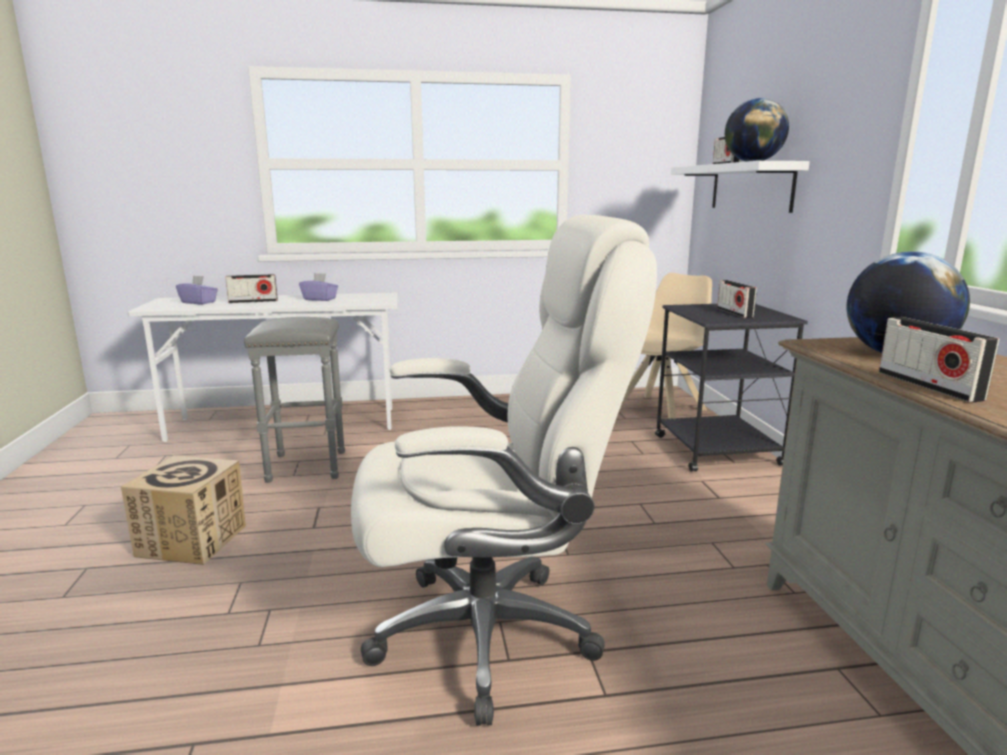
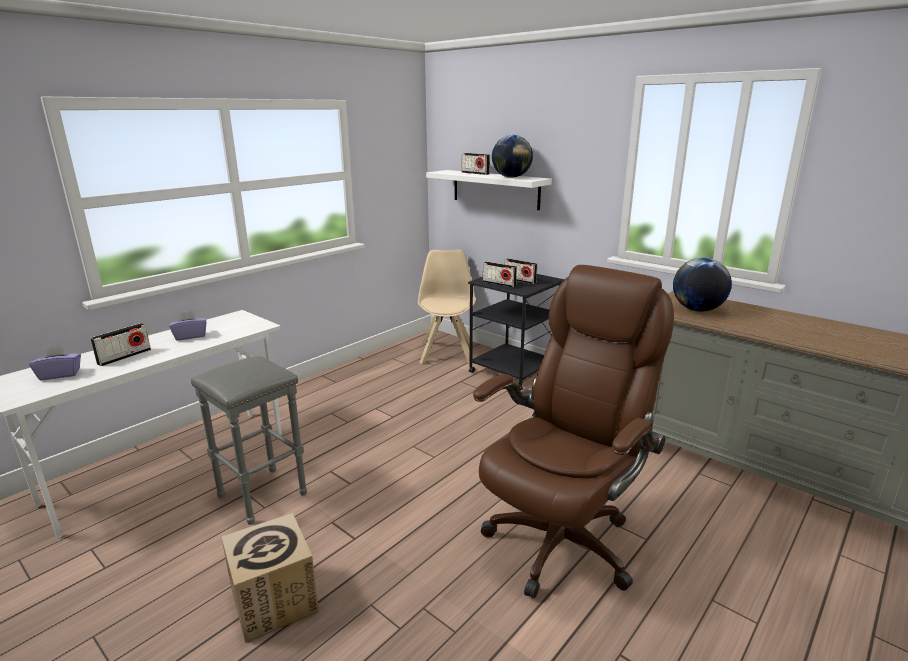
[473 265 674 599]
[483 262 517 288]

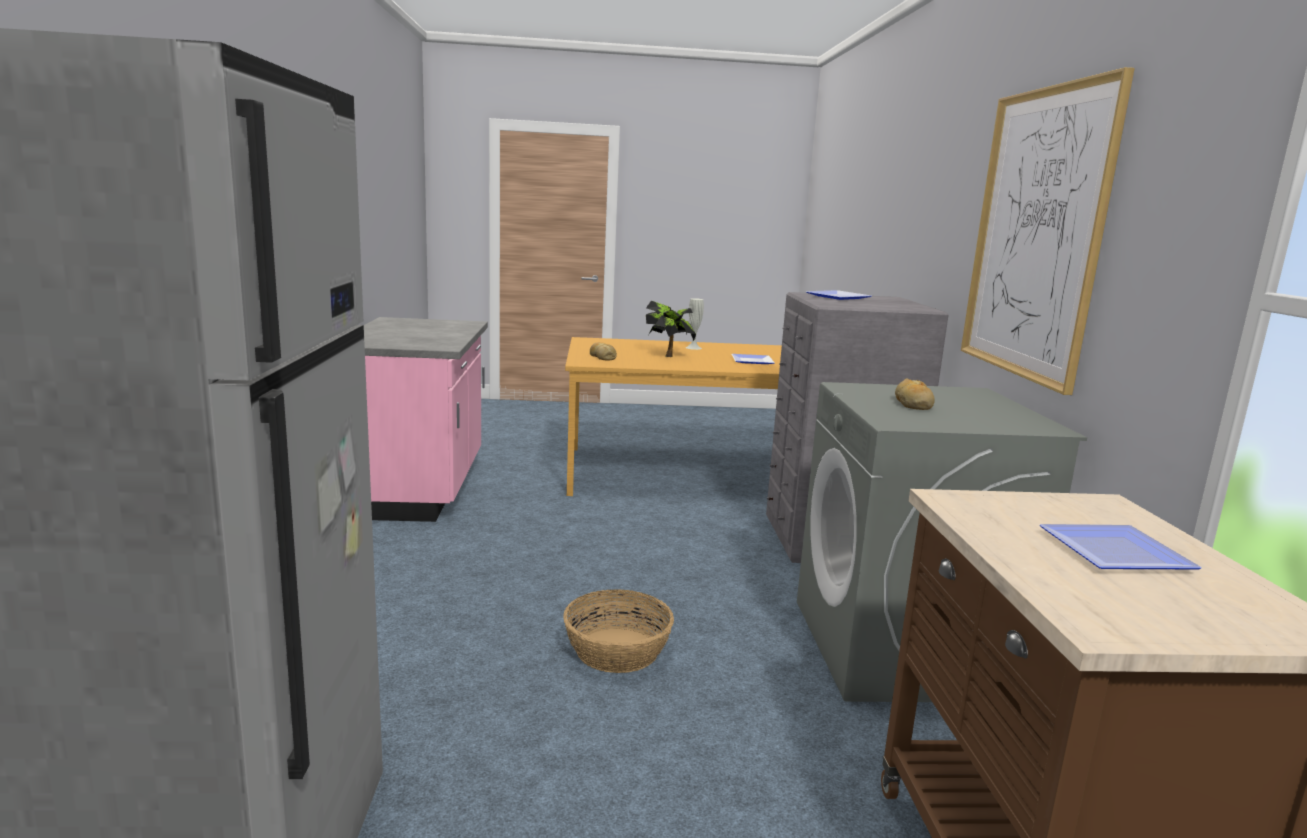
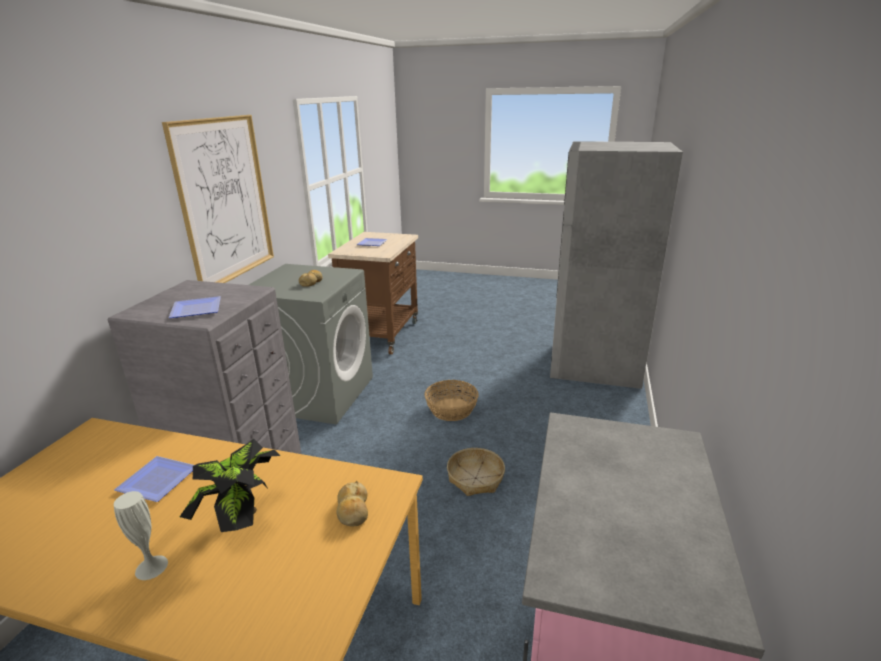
[447 448 505 496]

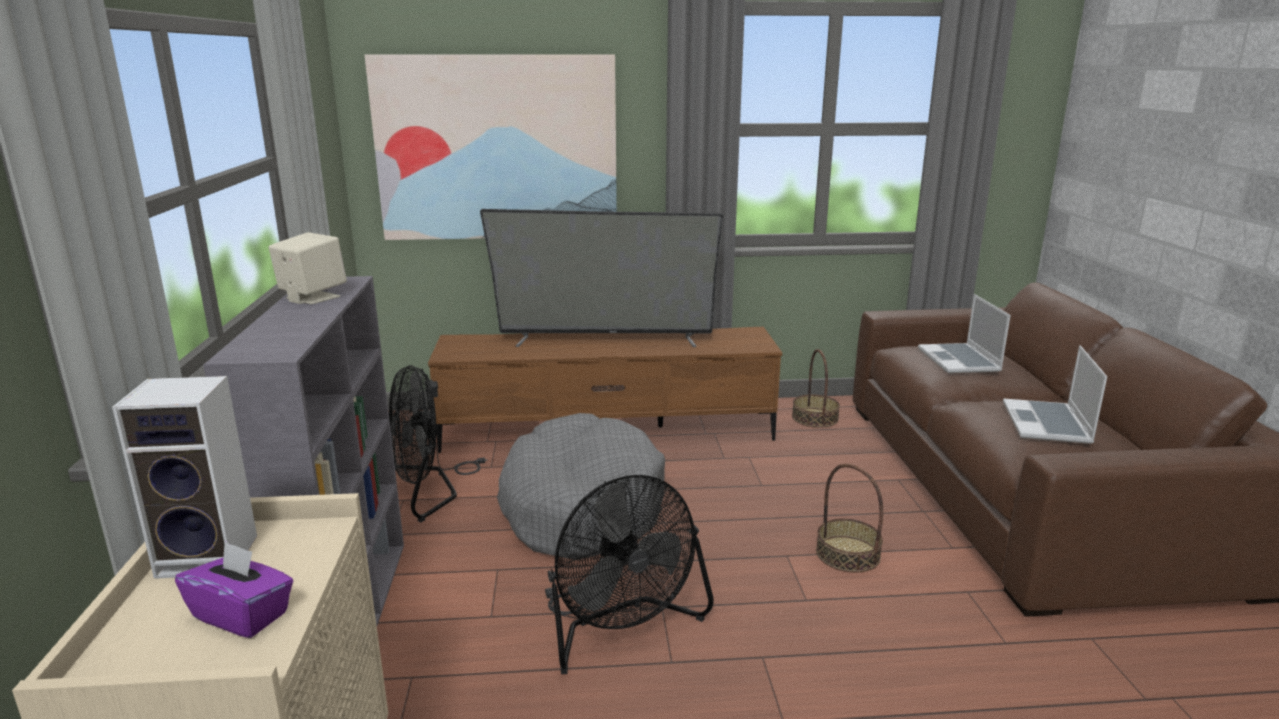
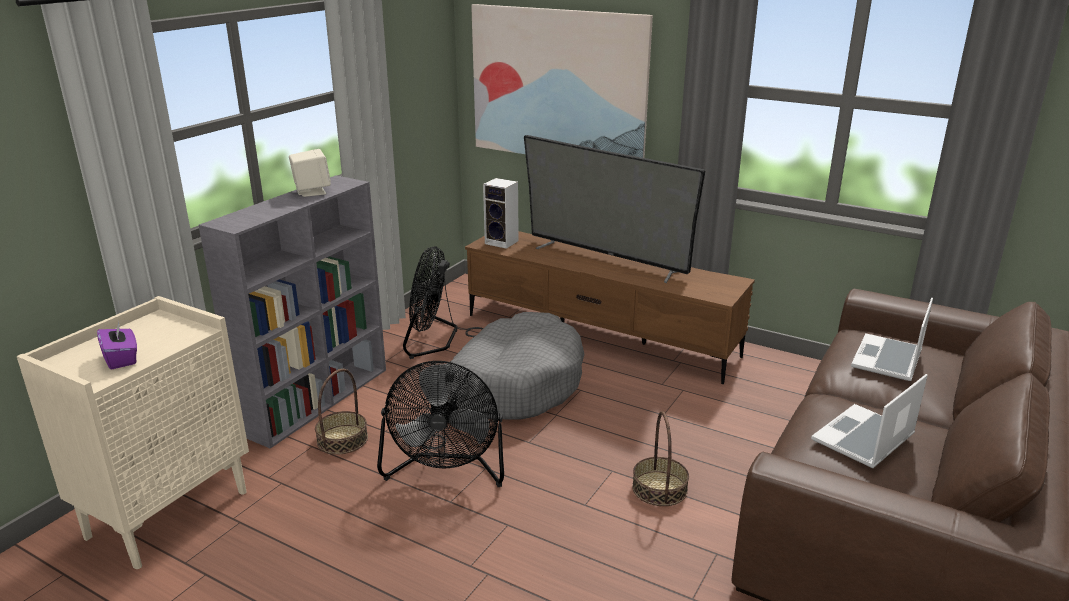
[315 369 368 455]
[483 178 519 249]

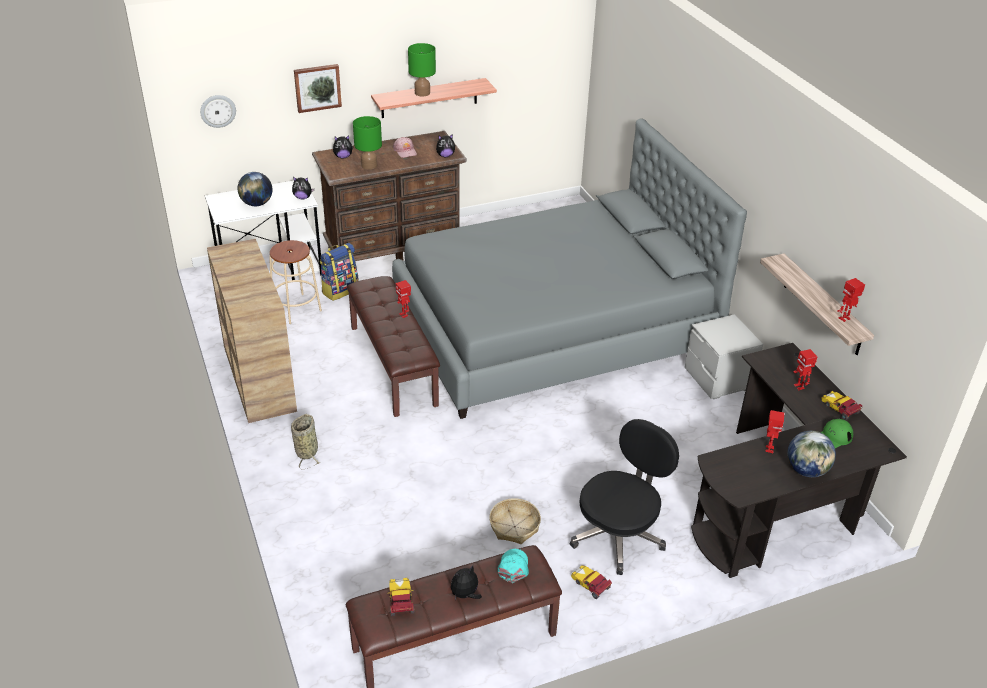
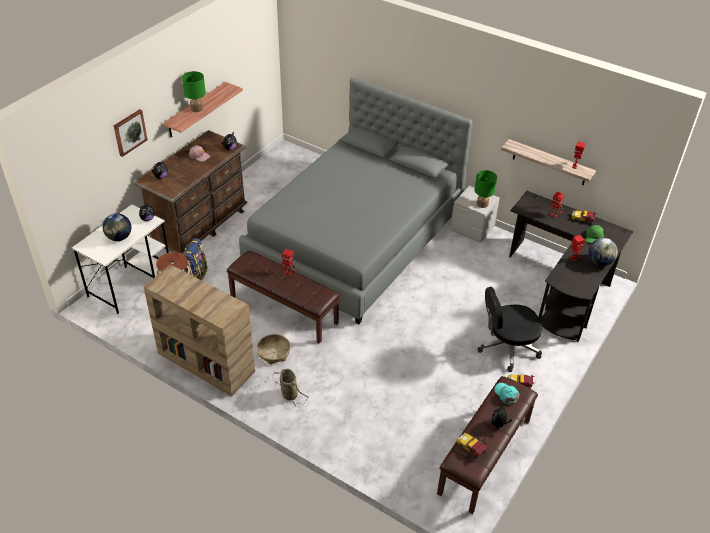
[257 334 291 364]
[474 170 497 208]
[478 287 542 372]
[200 95 236 128] (first image)

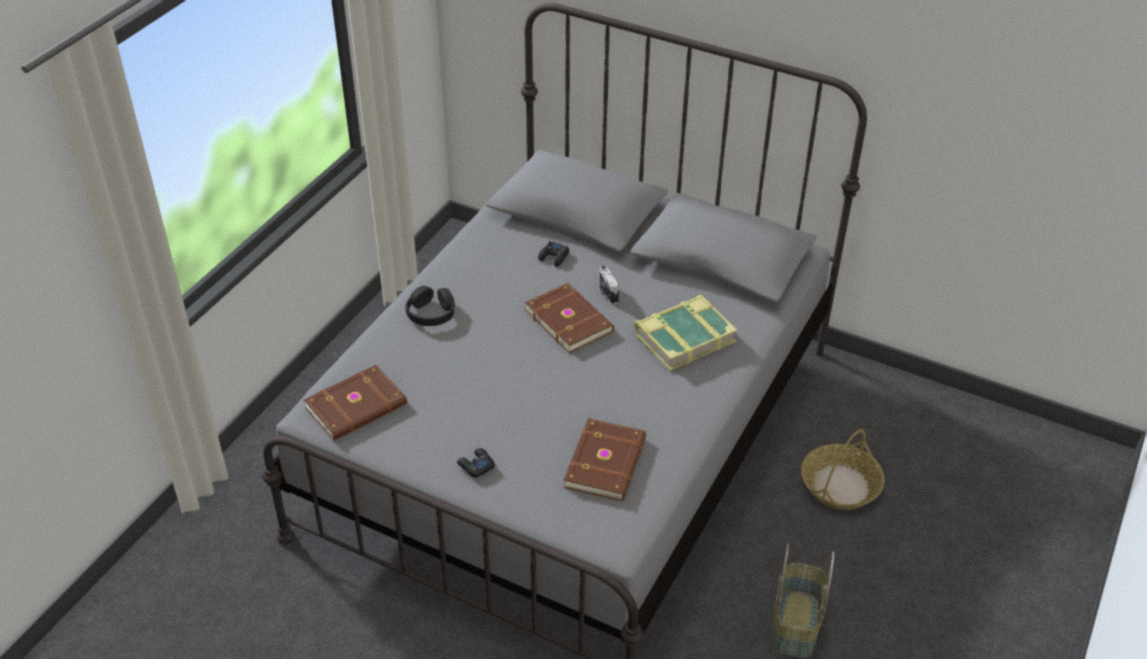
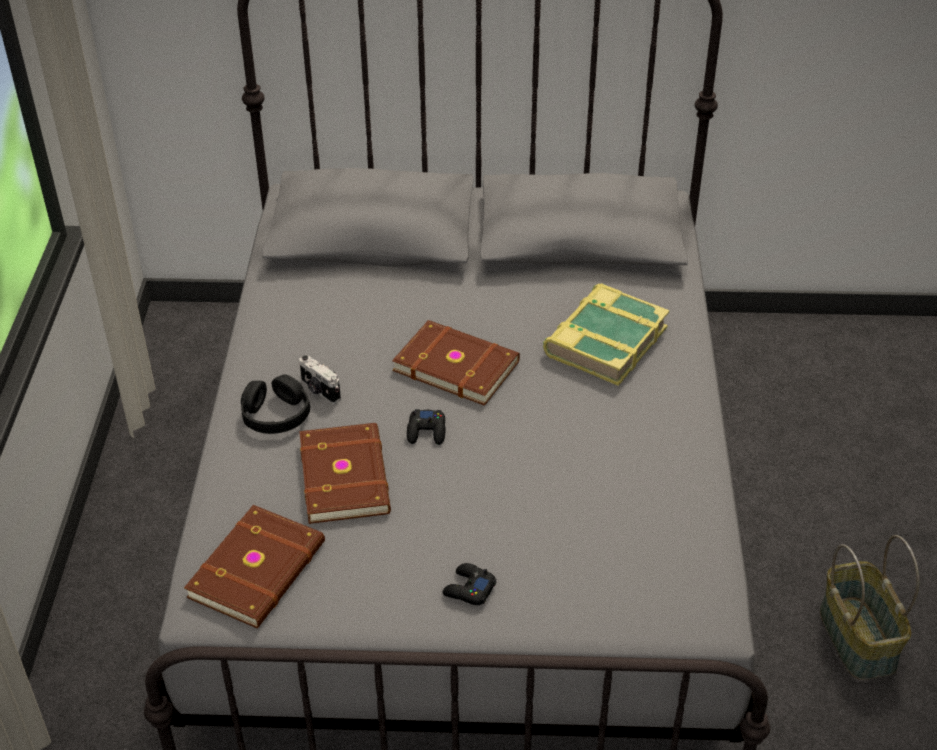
[299 355 341 404]
[299 423 391 524]
[407 409 446 445]
[801 429 885 510] (first image)

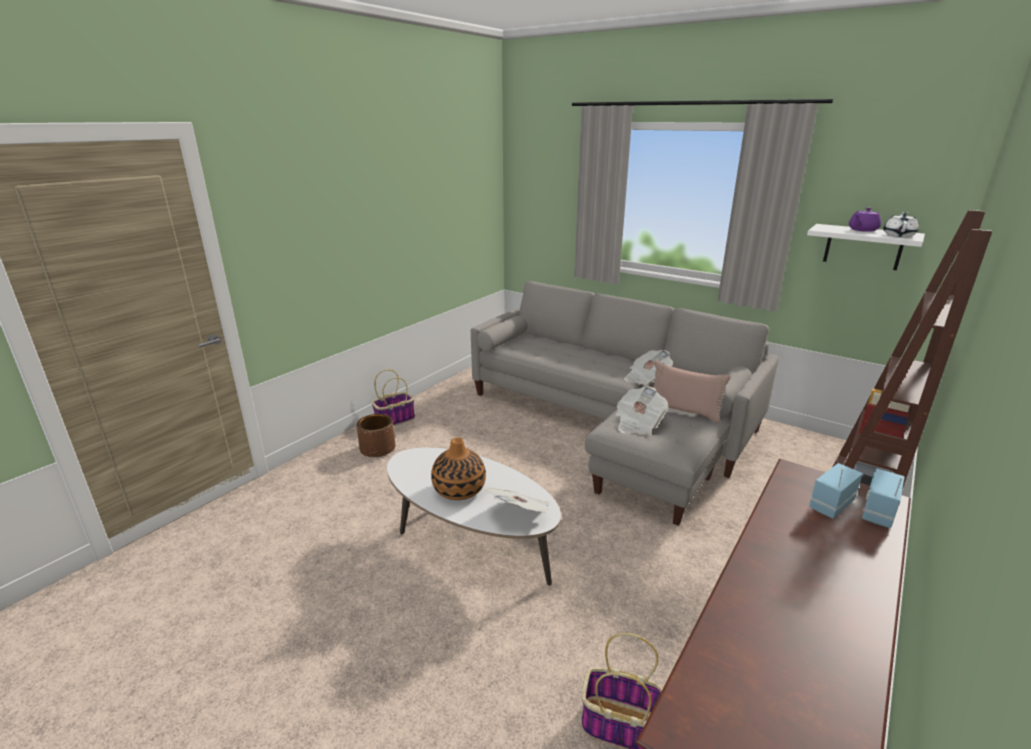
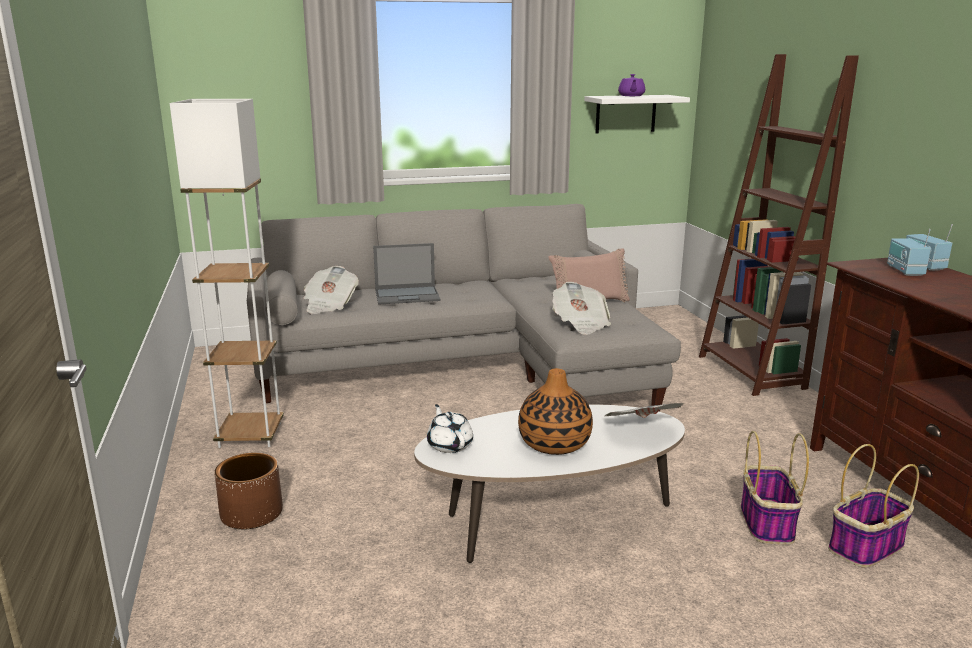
[170 99 284 448]
[304 266 359 314]
[373 243 441 305]
[427 404 473 453]
[741 431 809 545]

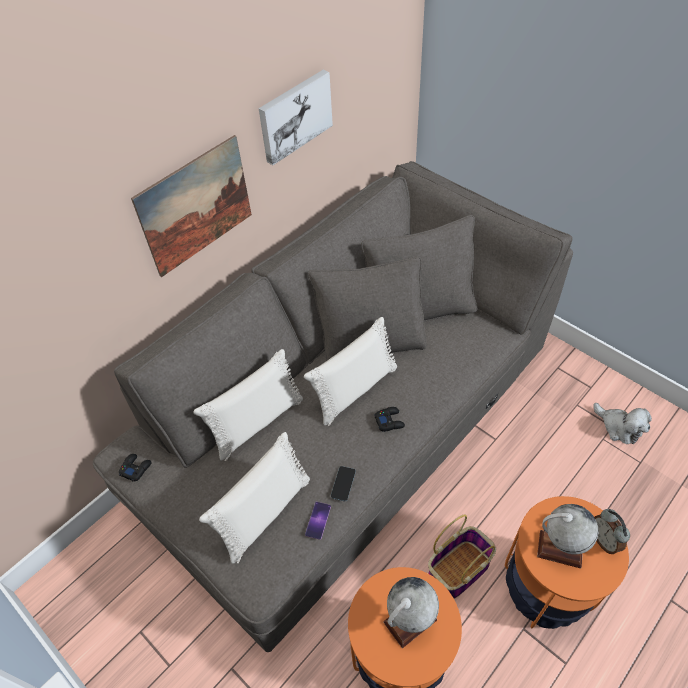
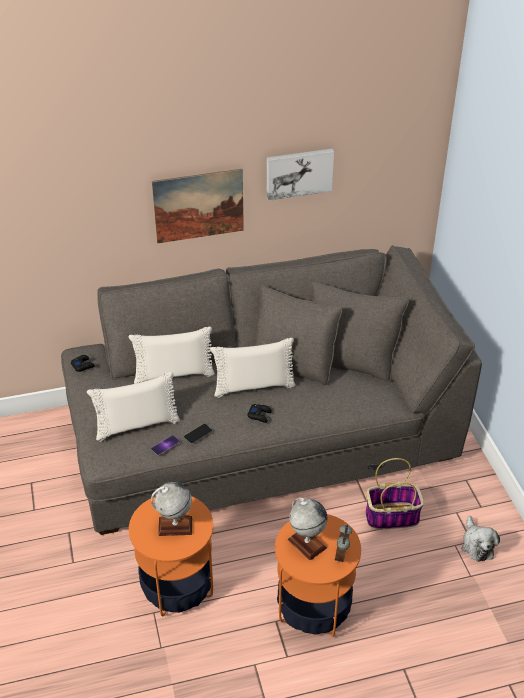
[365 458 424 529]

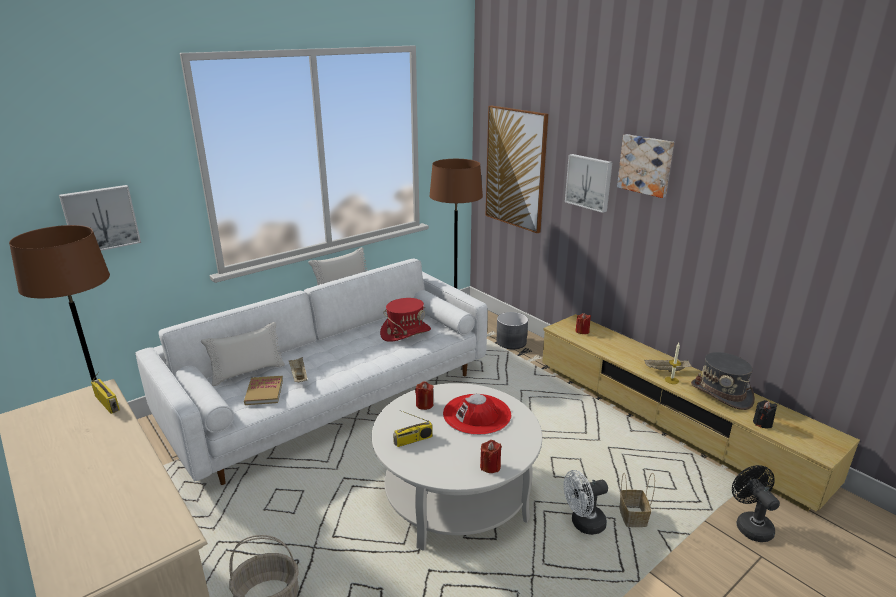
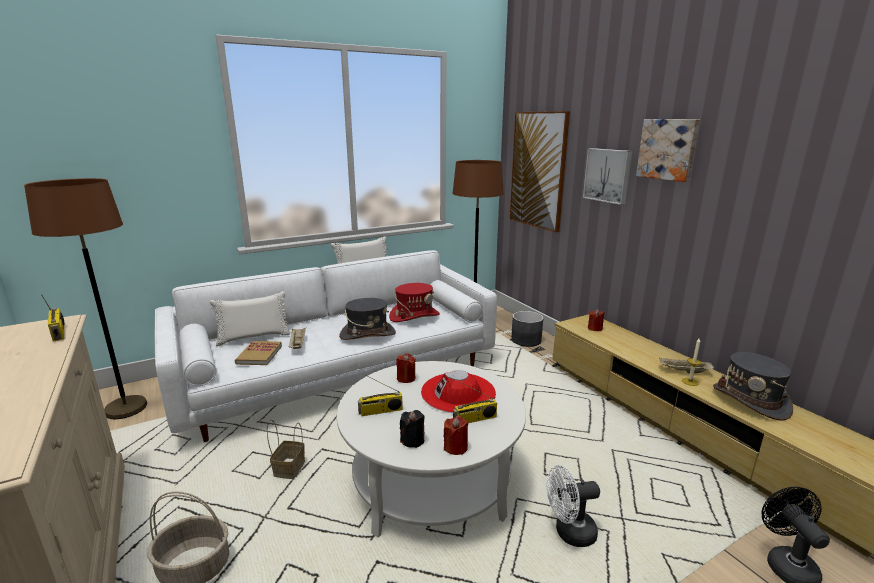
[267 419 305 479]
[339 298 396 340]
[400 410 425 448]
[453 383 497 423]
[59 185 141 251] (first image)

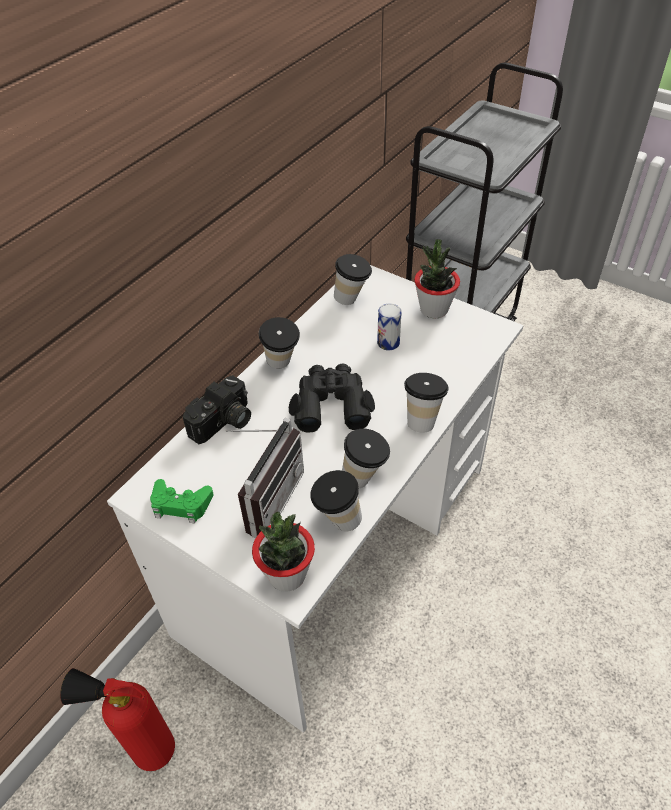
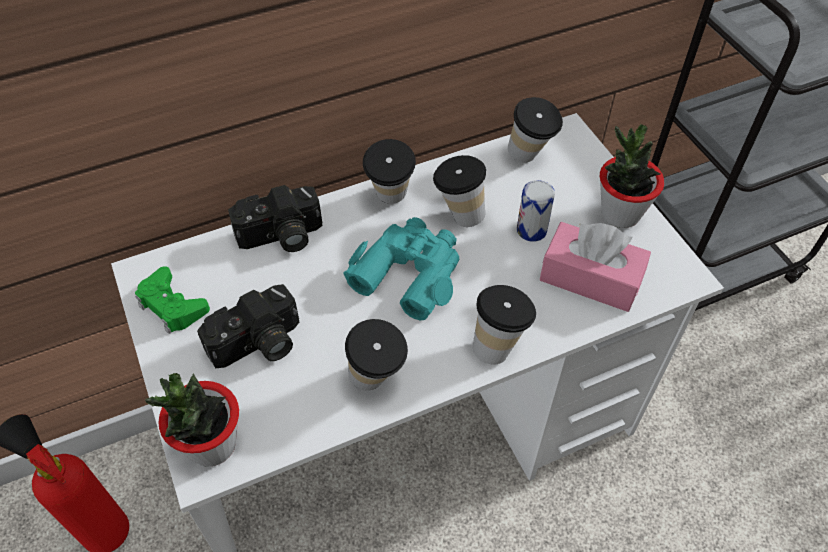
[197 284 299 368]
[343 217 459 320]
[433 155 486 227]
[540 222 651 312]

